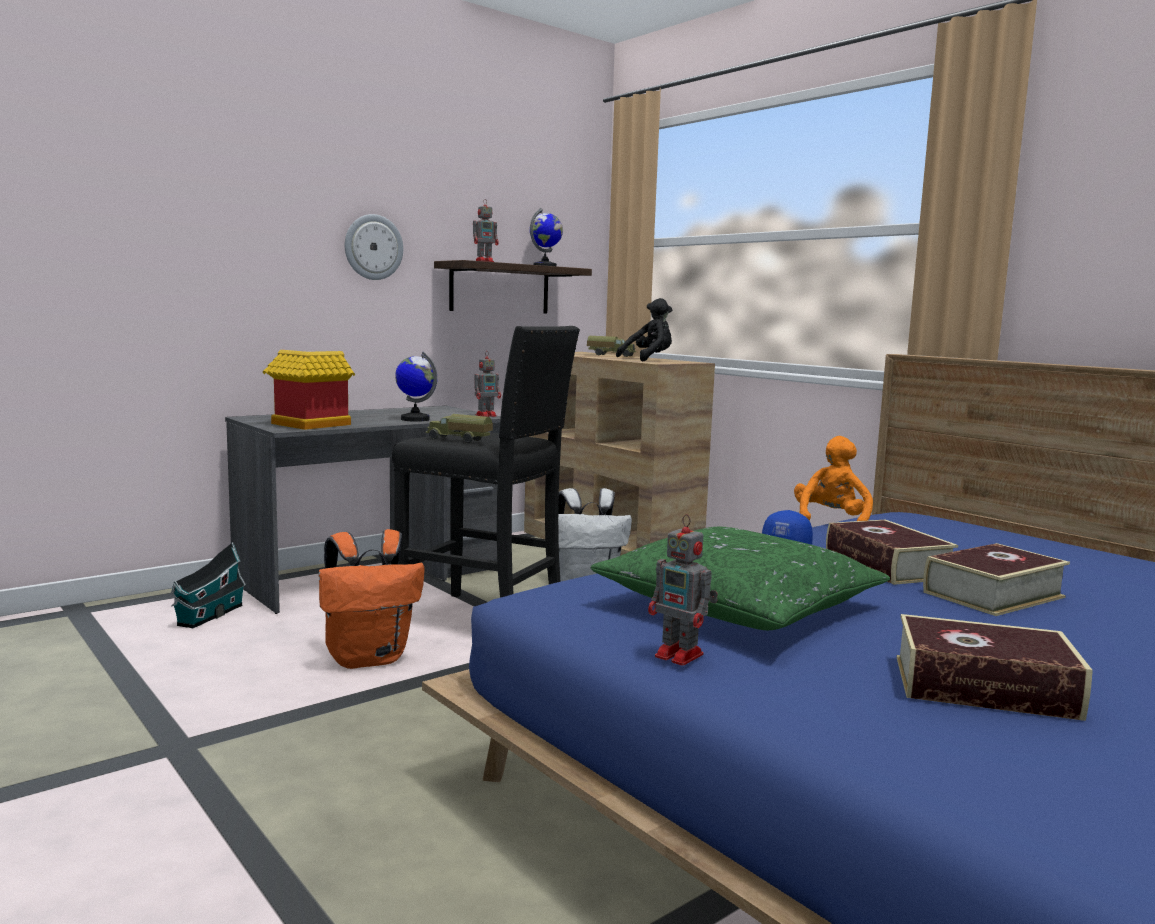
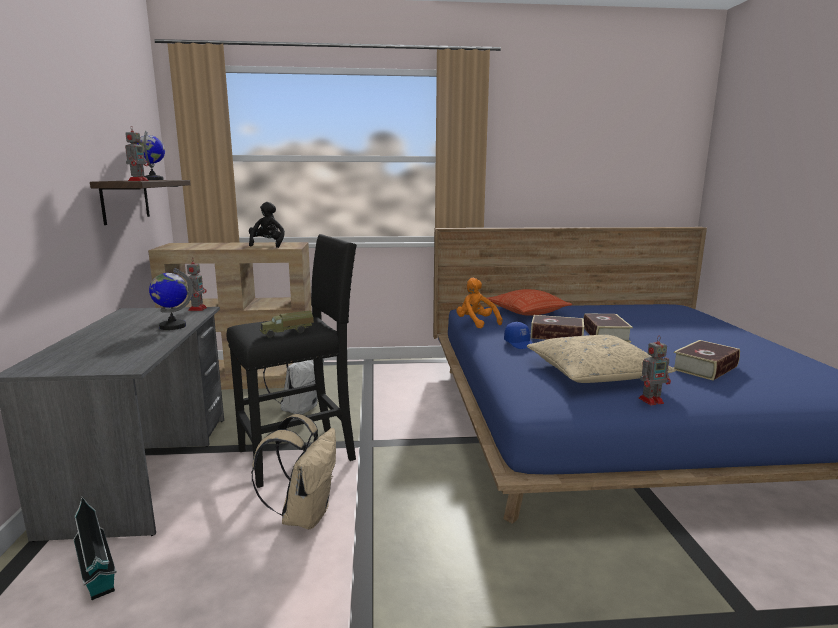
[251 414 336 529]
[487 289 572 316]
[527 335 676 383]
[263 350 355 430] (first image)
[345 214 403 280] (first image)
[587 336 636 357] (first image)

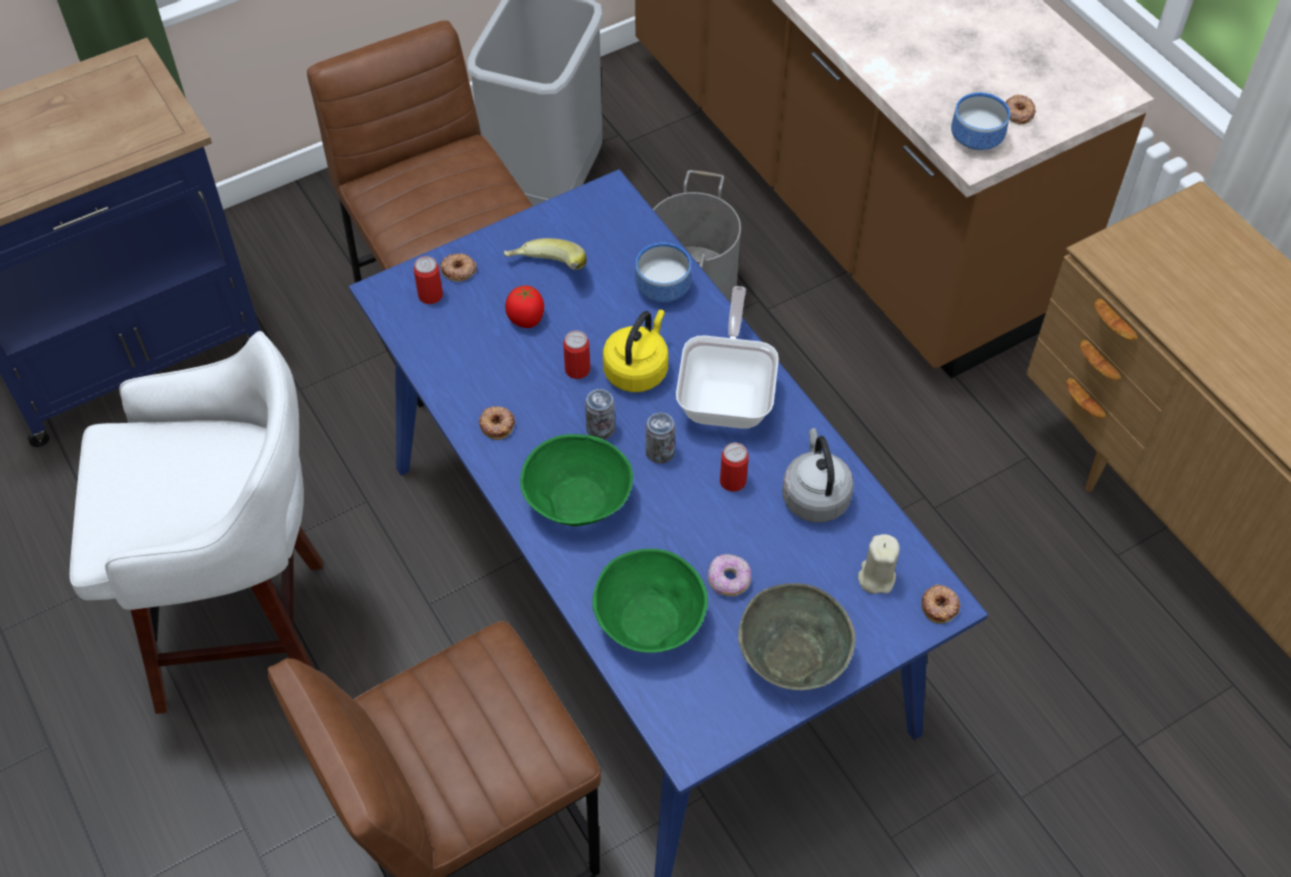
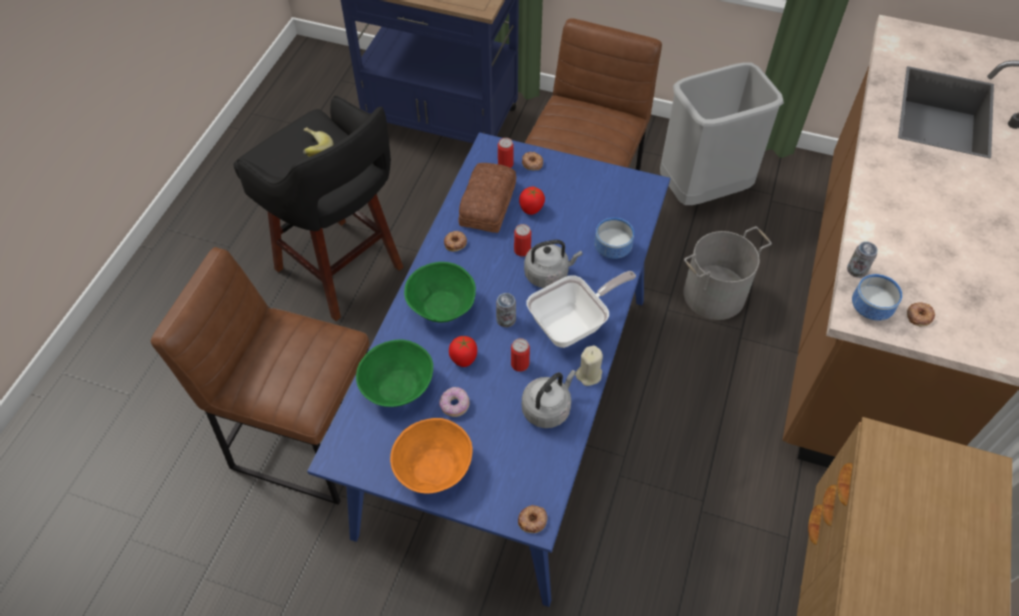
[233 96 403 321]
[303 127 333 157]
[390 418 473 493]
[449 336 477 367]
[459 163 516 233]
[524 240 582 288]
[575 345 603 386]
[847 242 878 278]

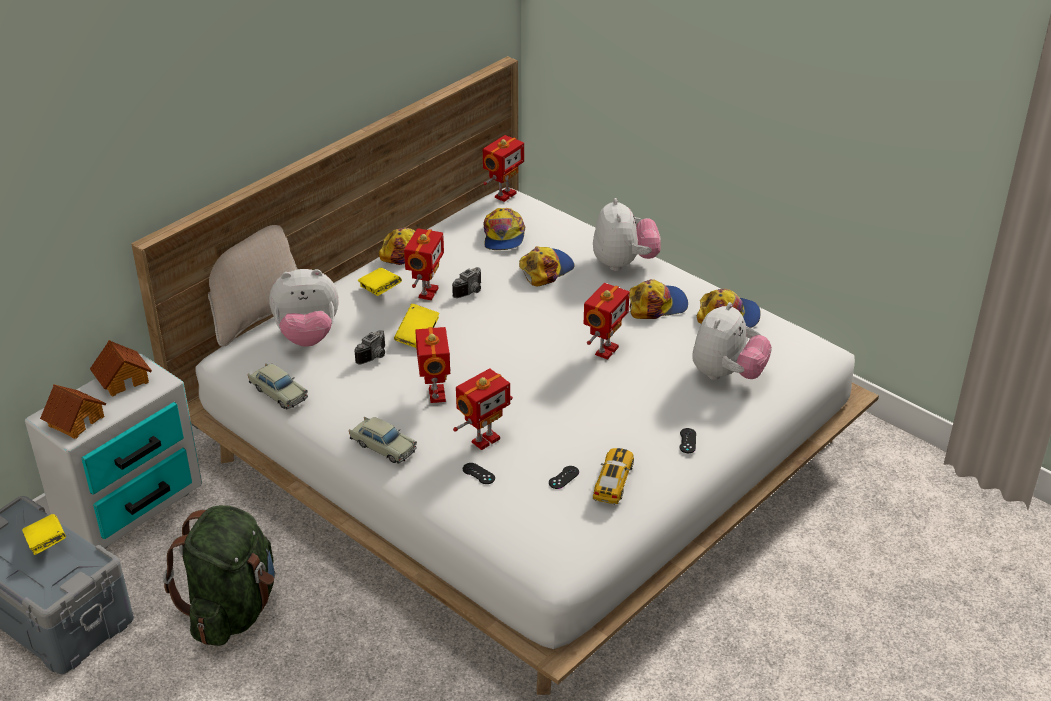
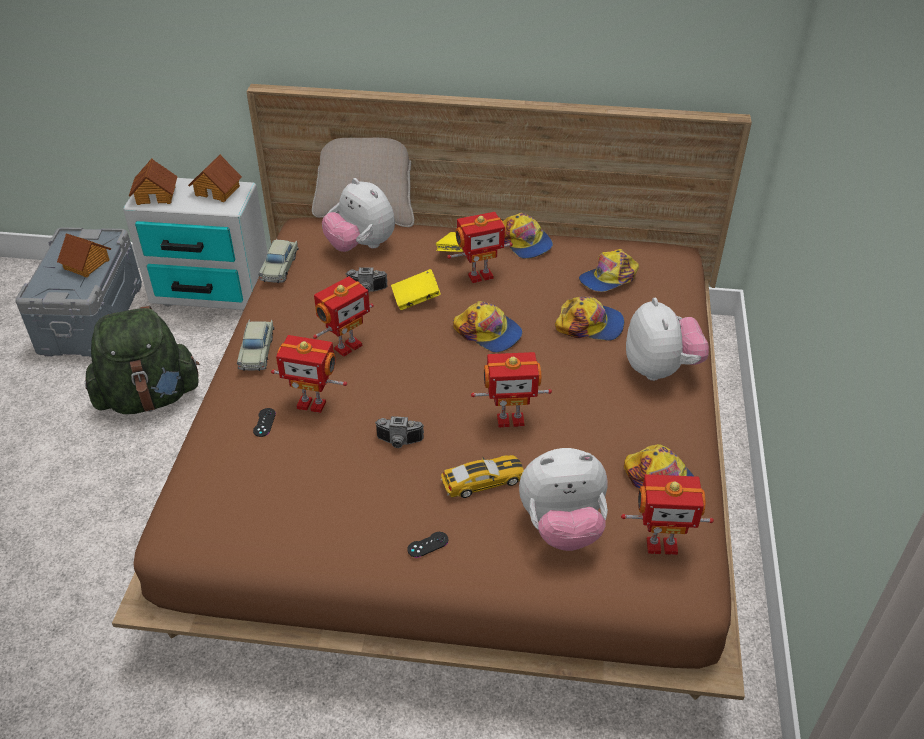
[57 233 111 277]
[112 84 752 700]
[375 416 424 448]
[441 455 524 498]
[453 301 523 353]
[621 474 714 555]
[626 298 709 381]
[549 466 579 489] (first image)

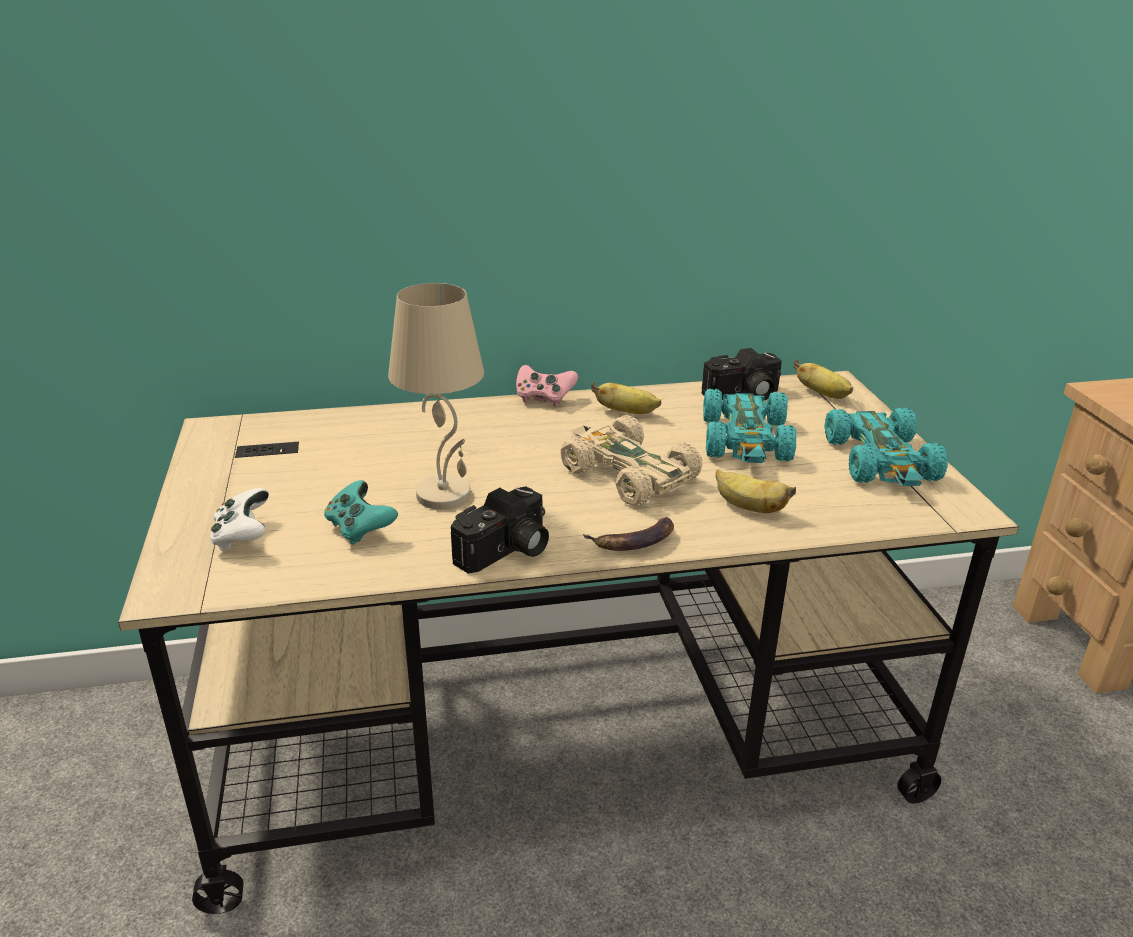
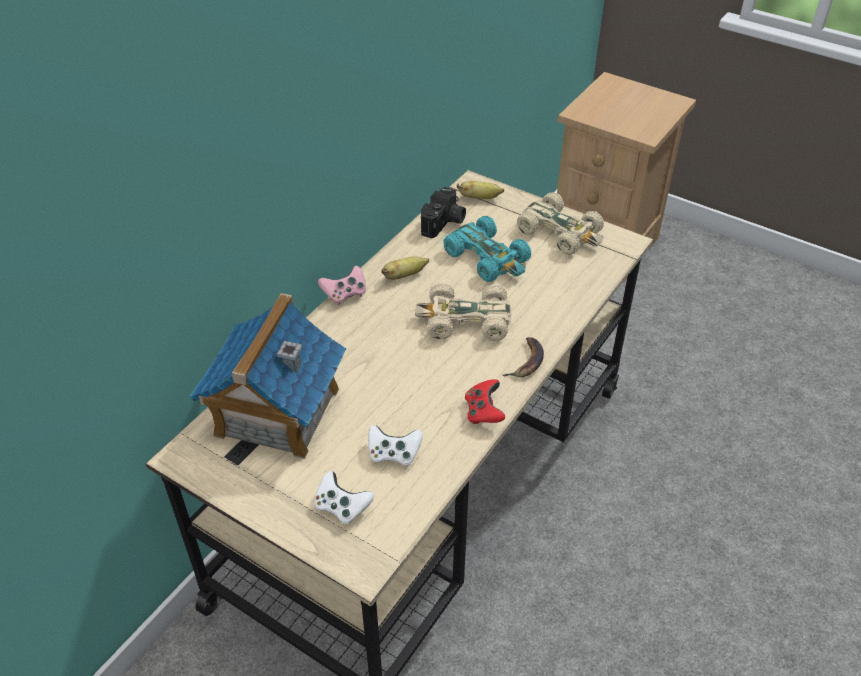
[190 293 346 459]
[368 425 423 466]
[465 379 505 424]
[517 192 604 255]
[388 283 484 510] (first image)
[715 470 796 513] (first image)

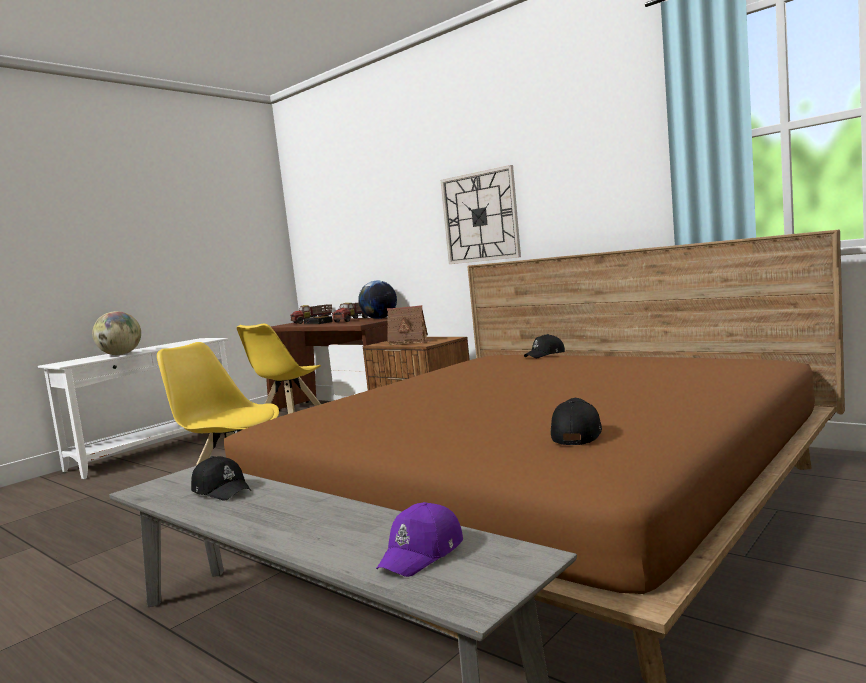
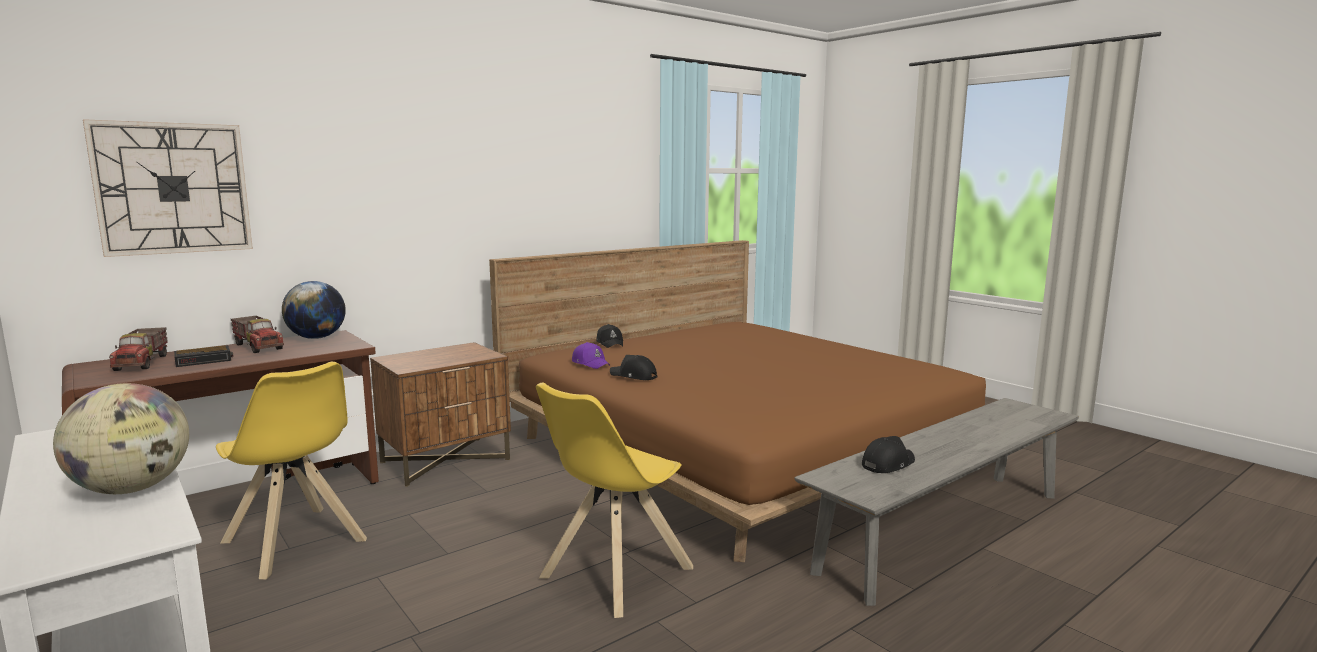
[83 119 253 257]
[572 342 610 369]
[610 355 658 380]
[387 305 434 345] (first image)

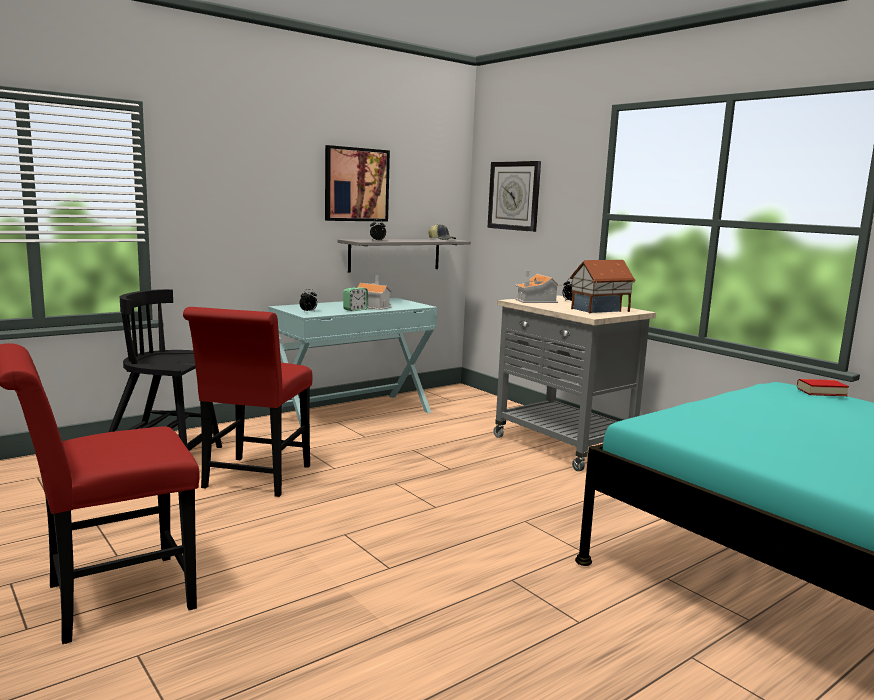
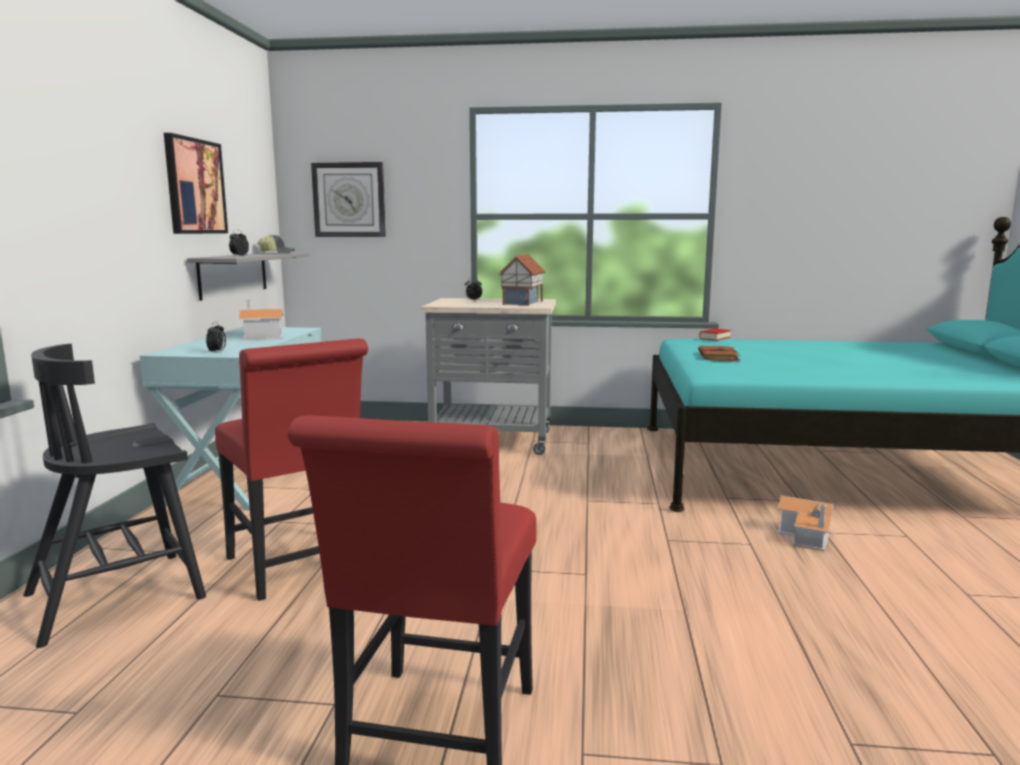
[698 346 741 362]
[778 495 834 551]
[343 287 368 311] (first image)

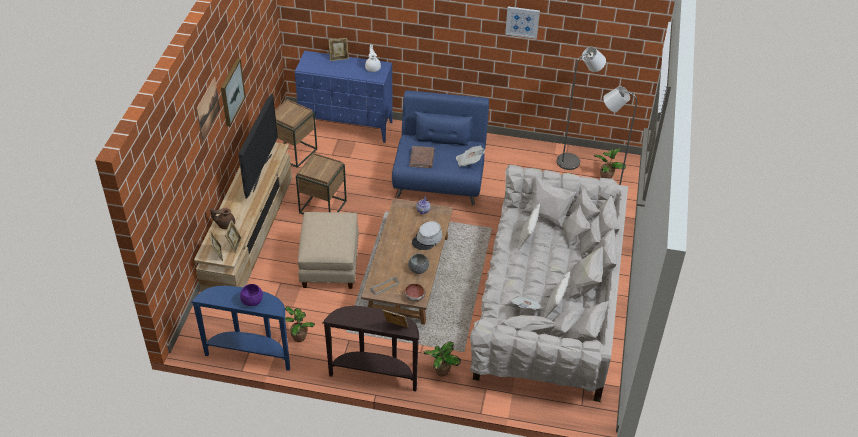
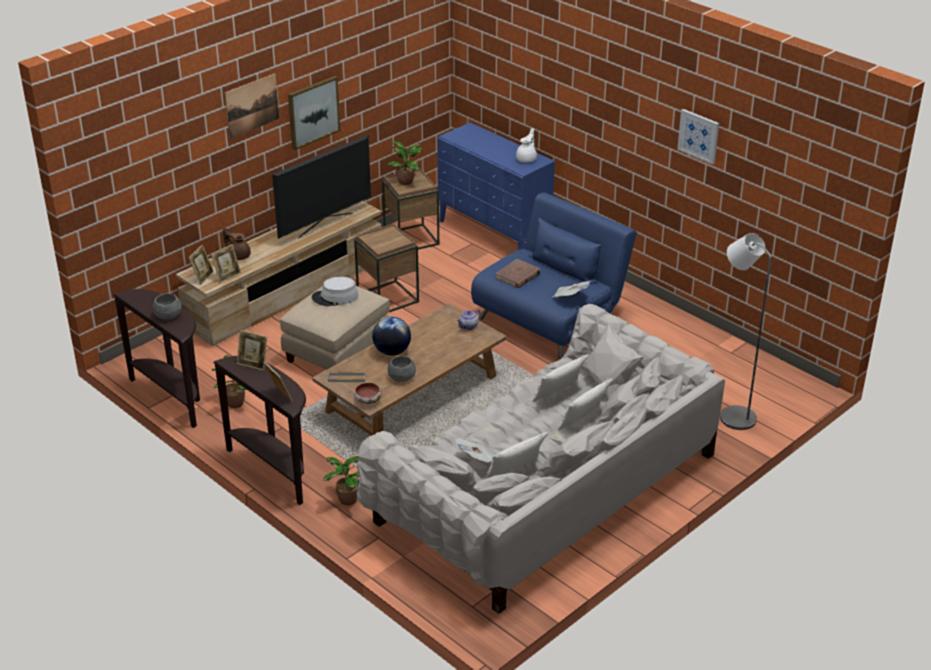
[113 289 200 428]
[153 293 182 320]
[237 330 267 371]
[312 277 358 306]
[372 317 411 355]
[388 141 422 185]
[558 379 612 430]
[557 47 606 170] (first image)

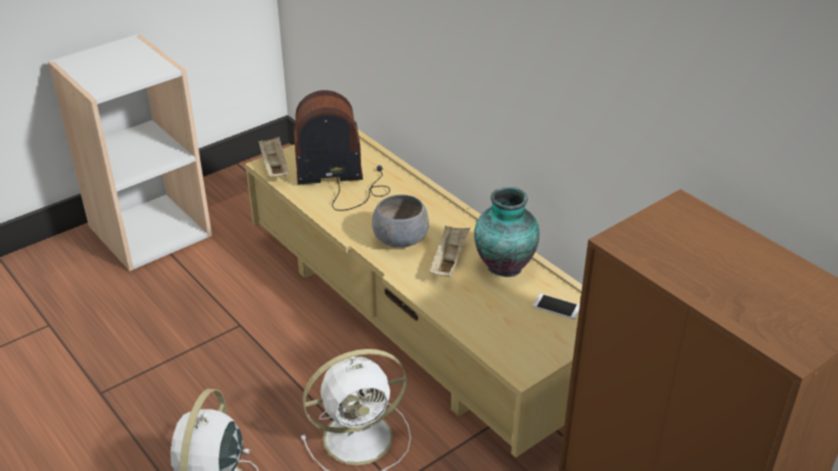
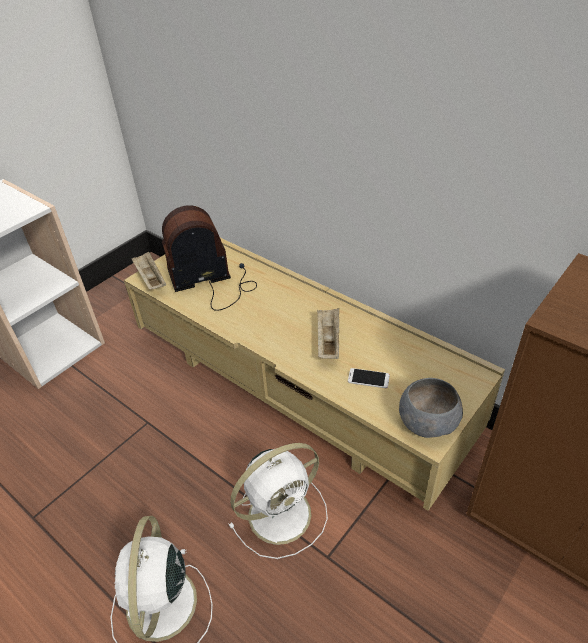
[348 368 390 388]
[399 378 463 438]
[474 187 539 277] (first image)

